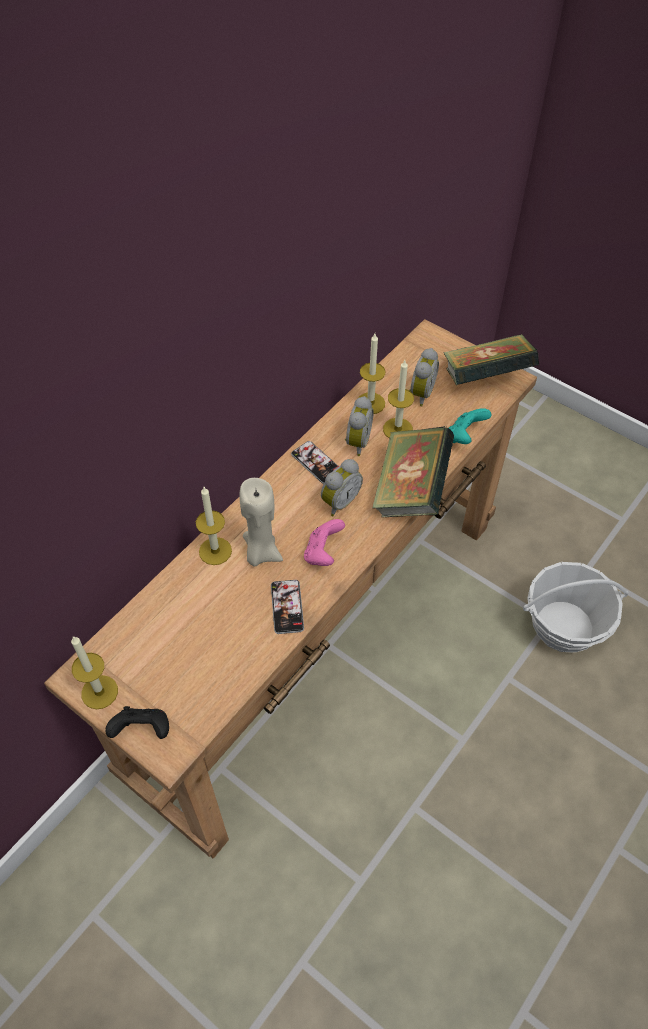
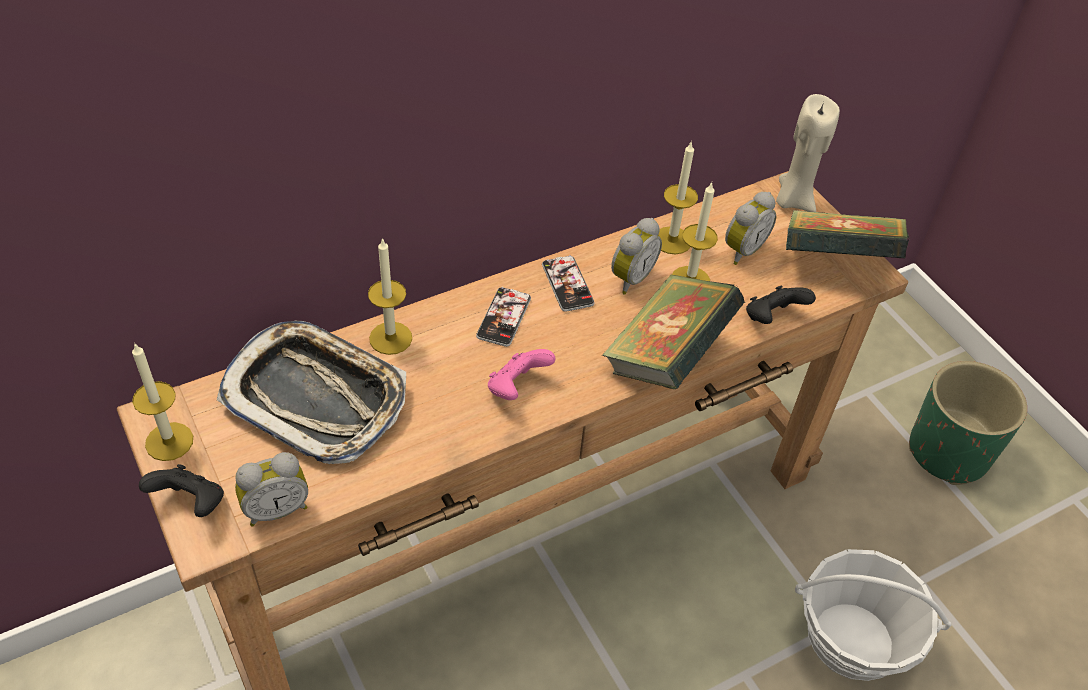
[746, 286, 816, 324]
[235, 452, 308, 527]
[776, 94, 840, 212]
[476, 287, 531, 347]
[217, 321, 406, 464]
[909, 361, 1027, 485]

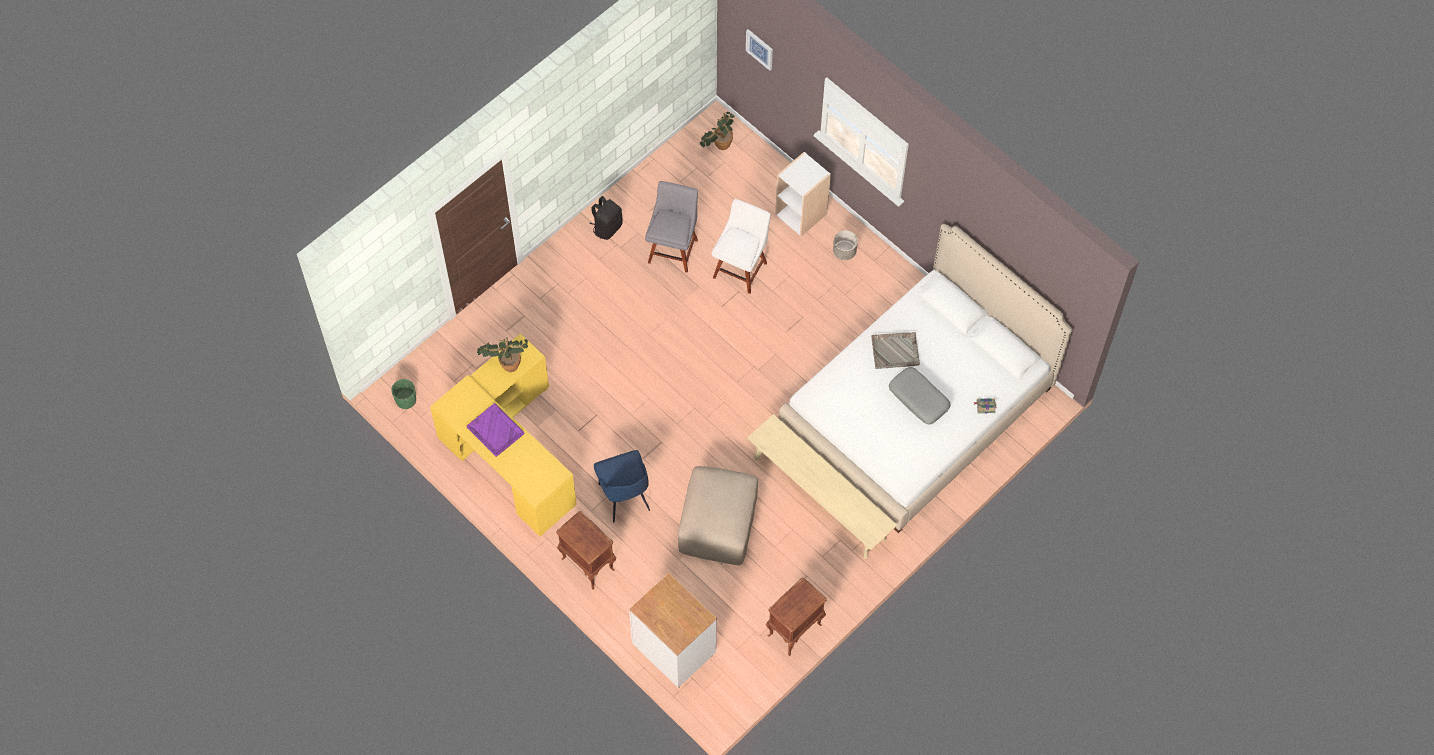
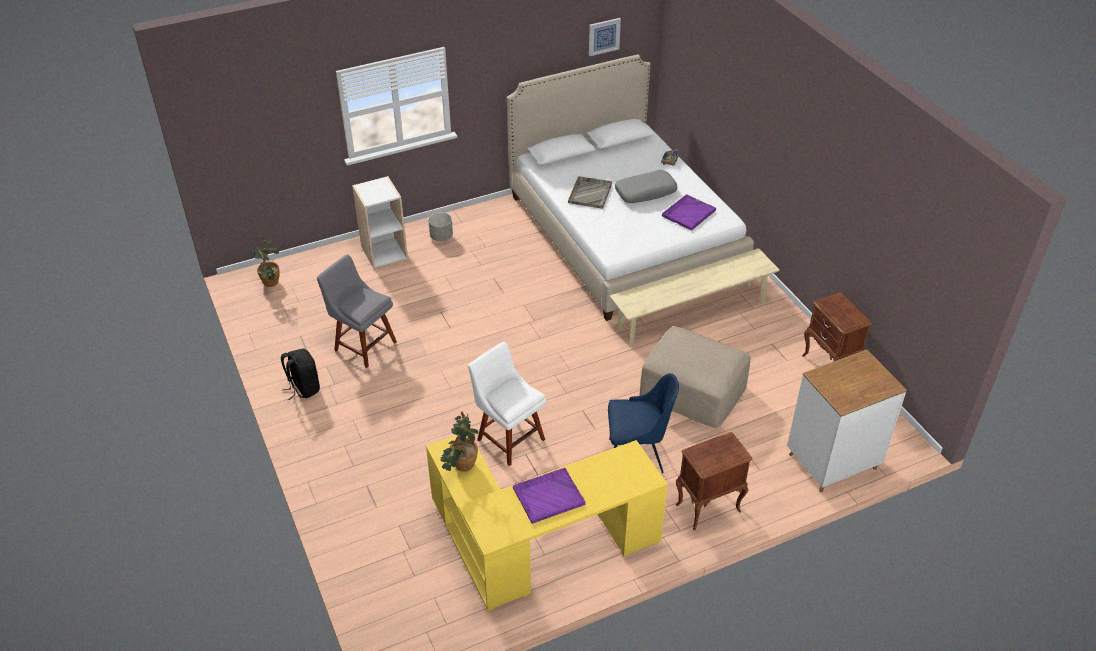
[589, 18, 621, 56]
[468, 342, 546, 466]
[391, 379, 416, 409] (first image)
[662, 194, 716, 231]

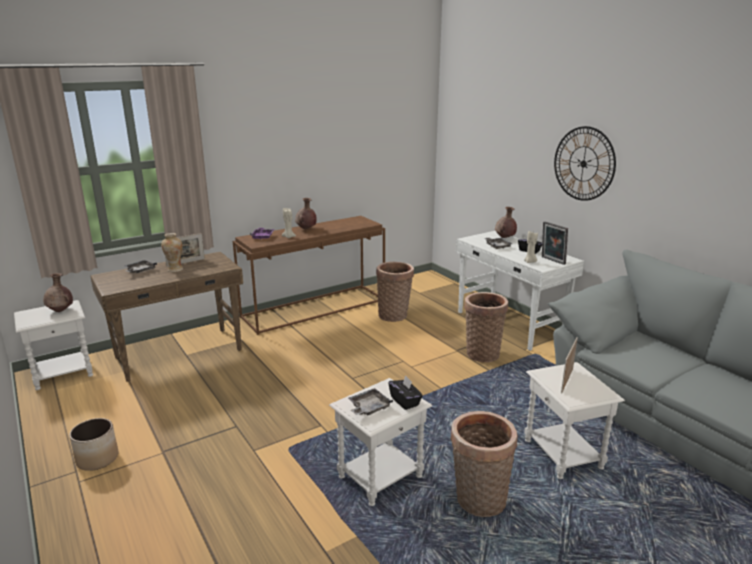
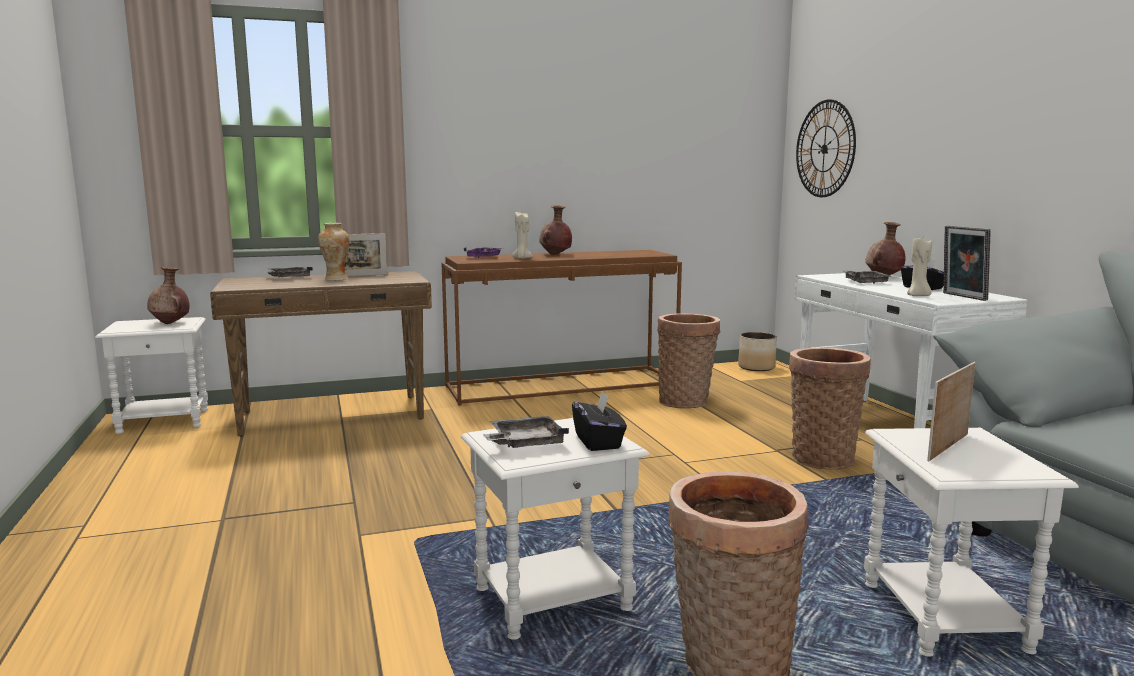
[796, 99, 856, 197]
[738, 332, 777, 371]

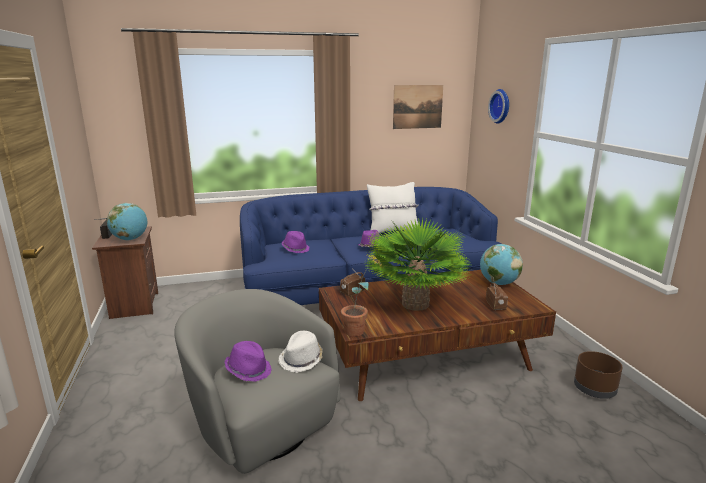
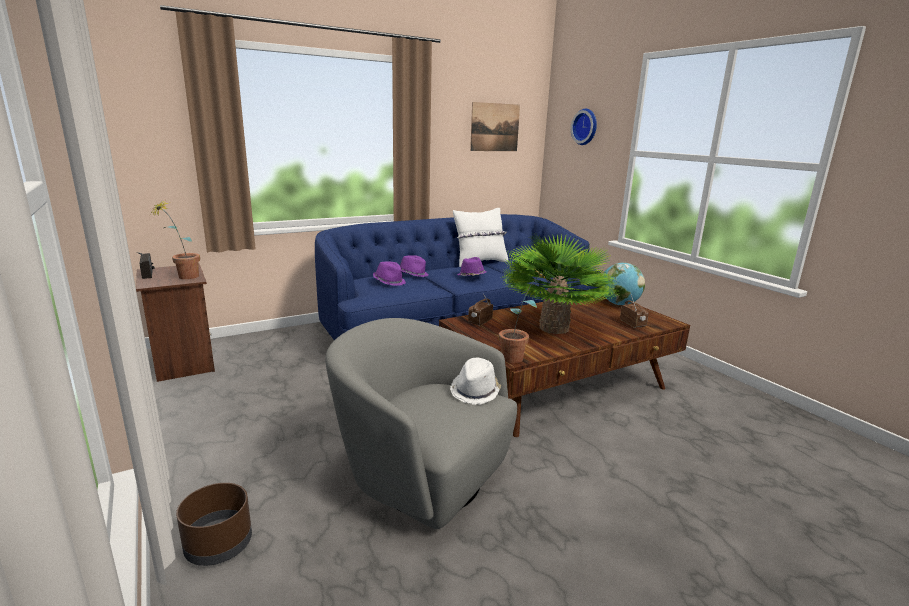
[151, 200, 200, 279]
[400, 255, 429, 277]
[176, 483, 252, 566]

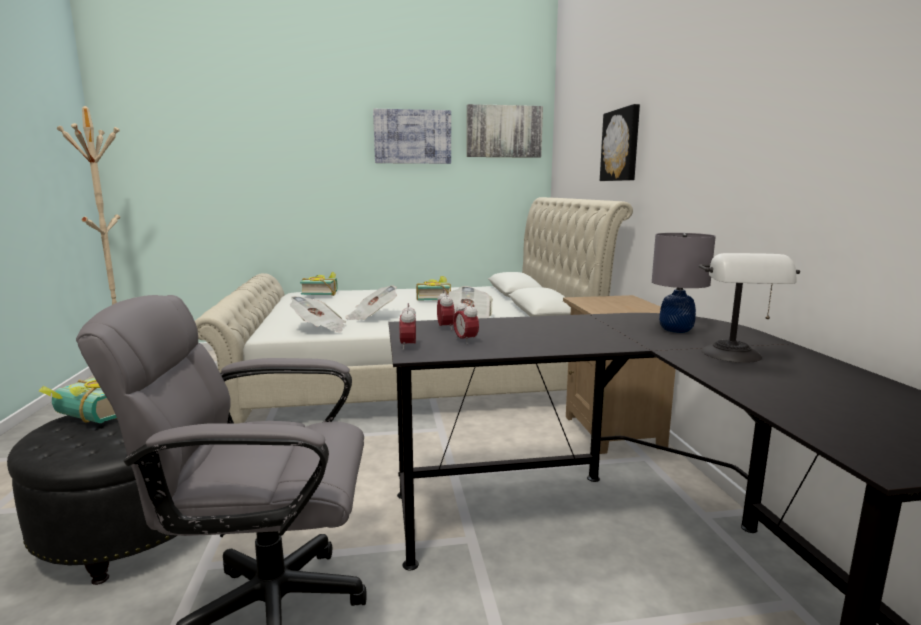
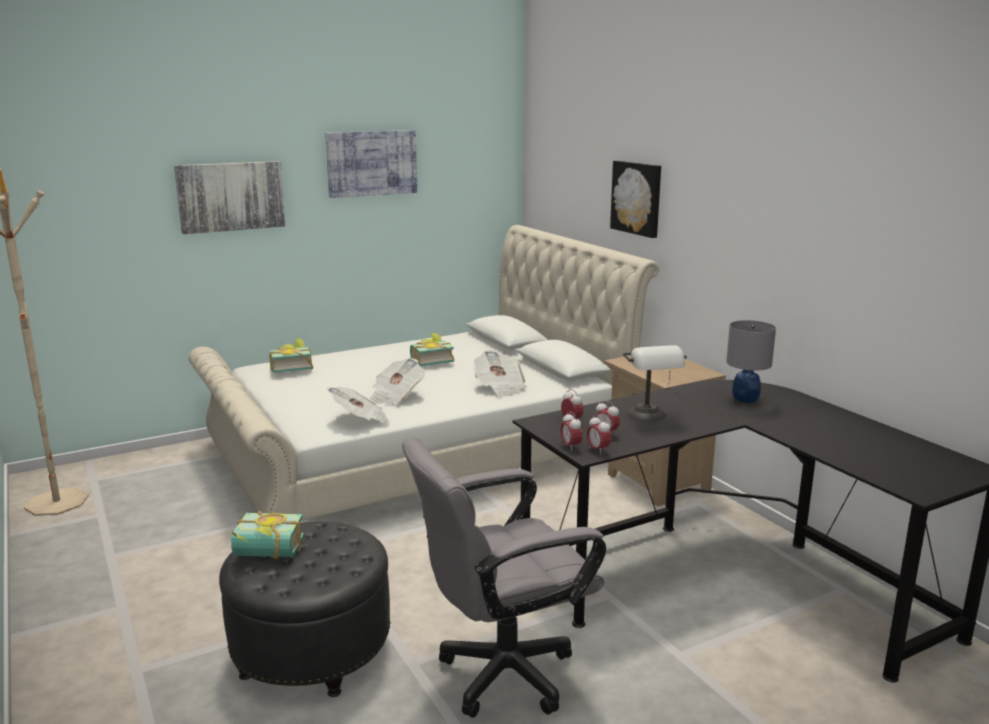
[174, 161, 285, 234]
[623, 345, 687, 421]
[587, 415, 612, 455]

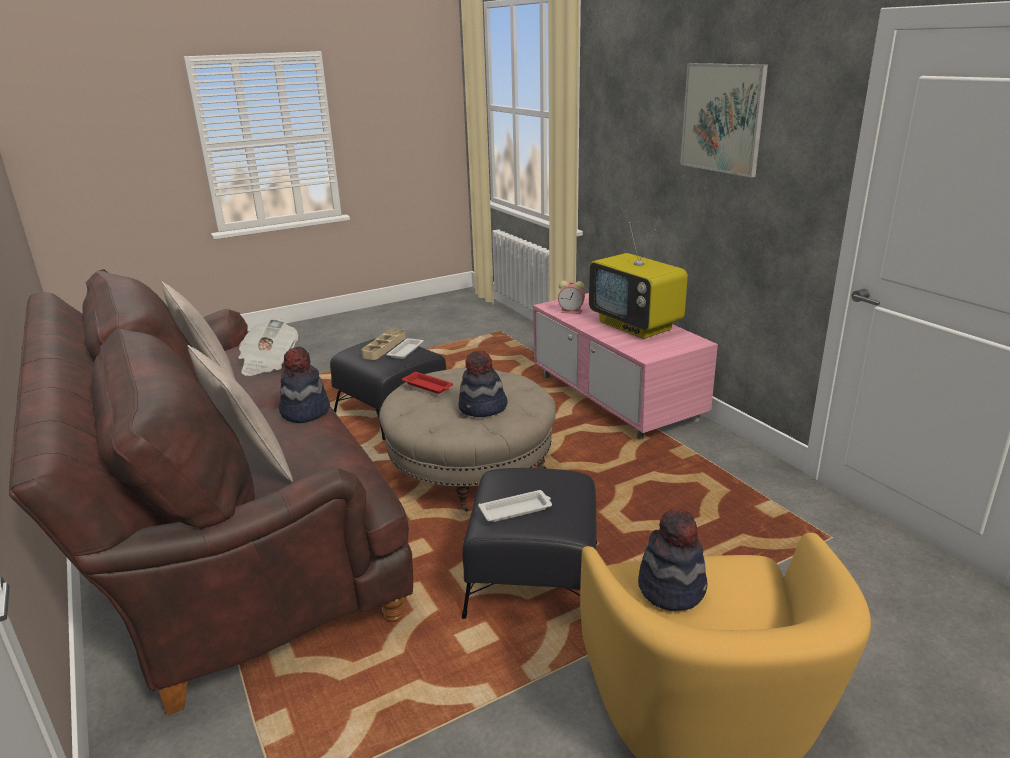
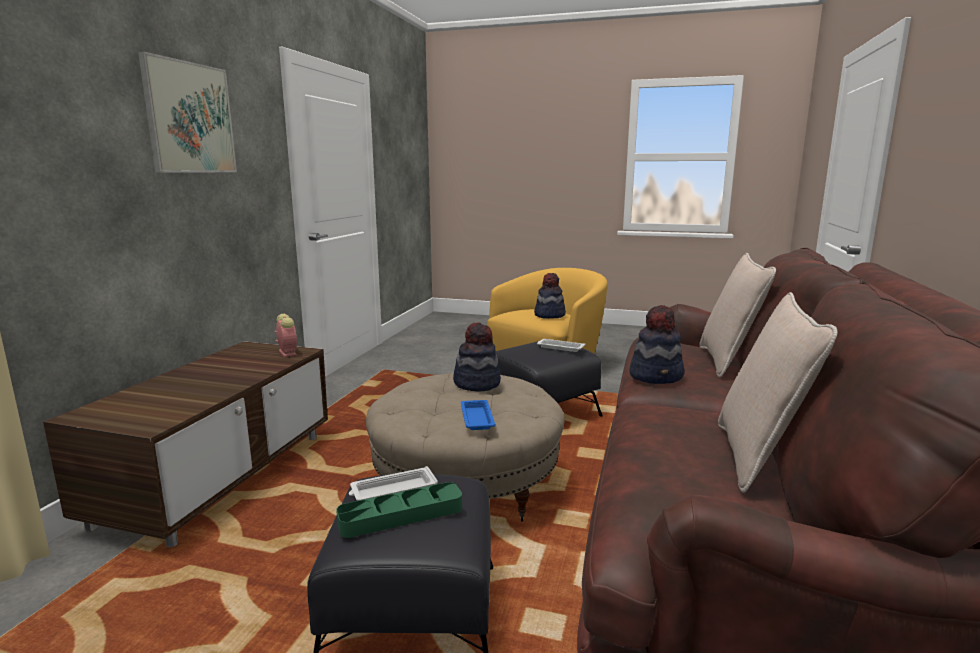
[589, 222, 688, 339] (first image)
[274, 314, 297, 357]
[43, 341, 328, 548]
[238, 319, 298, 376] (first image)
[336, 482, 462, 538]
[461, 400, 495, 430]

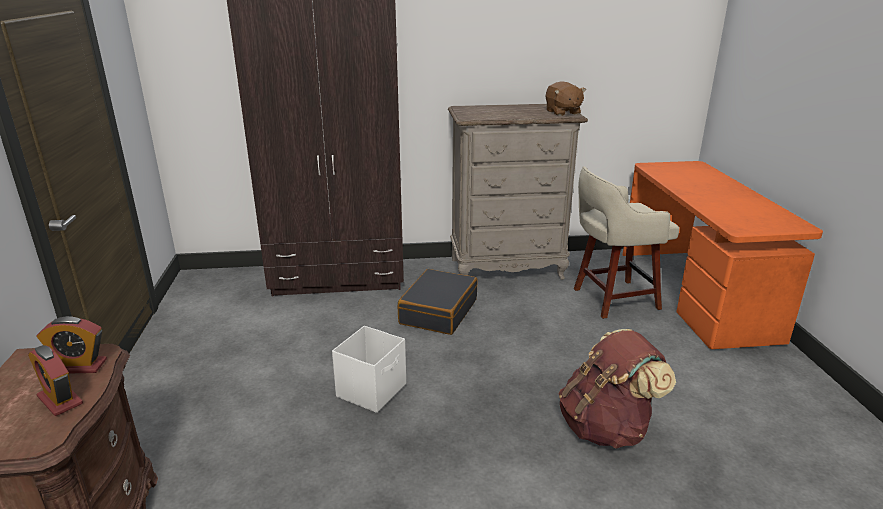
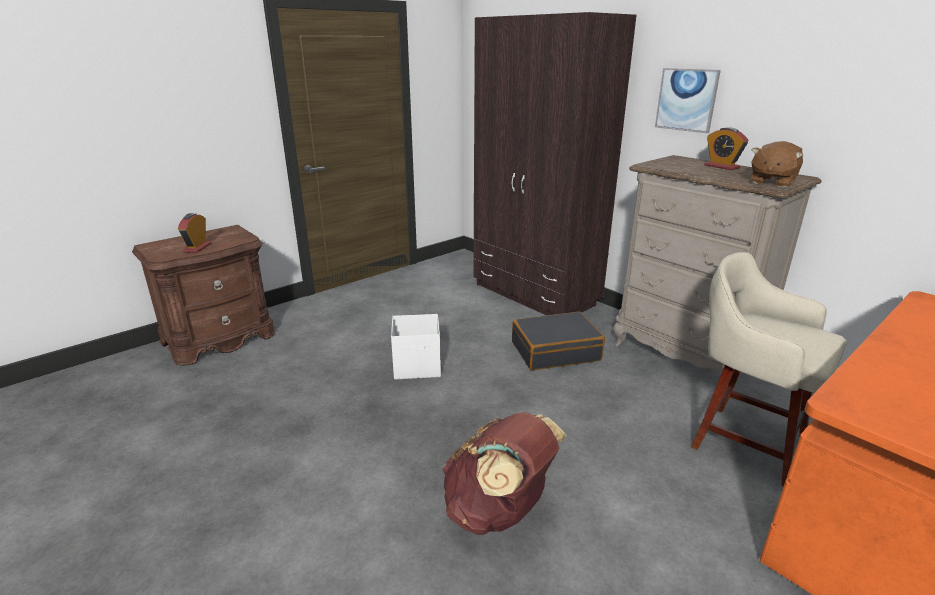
[704, 127, 749, 170]
[655, 68, 721, 133]

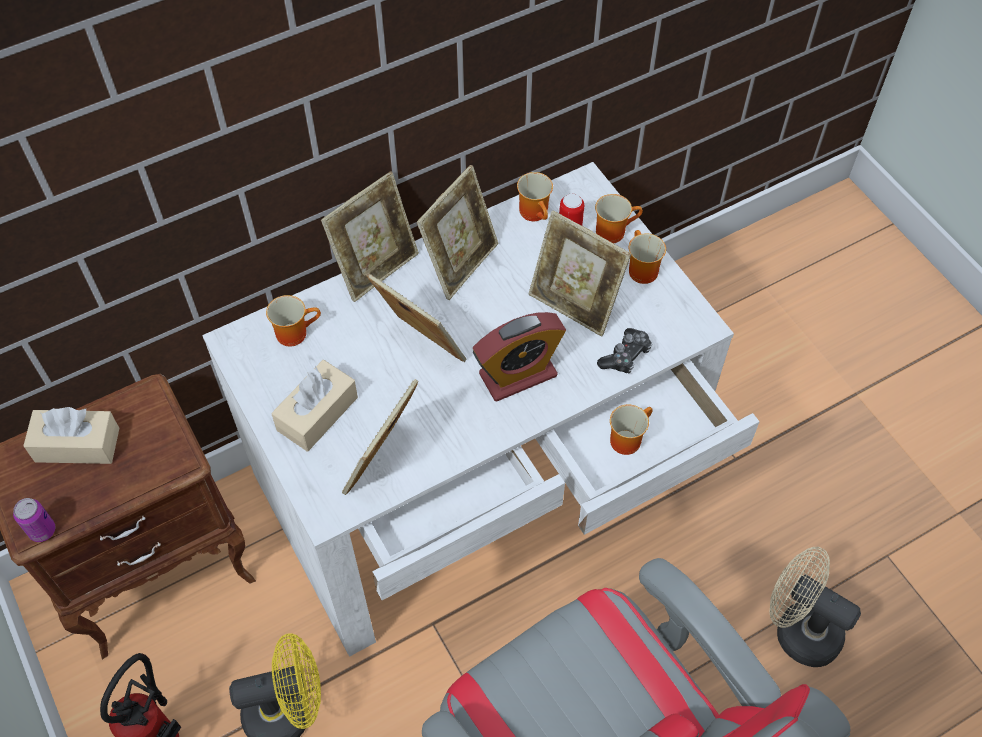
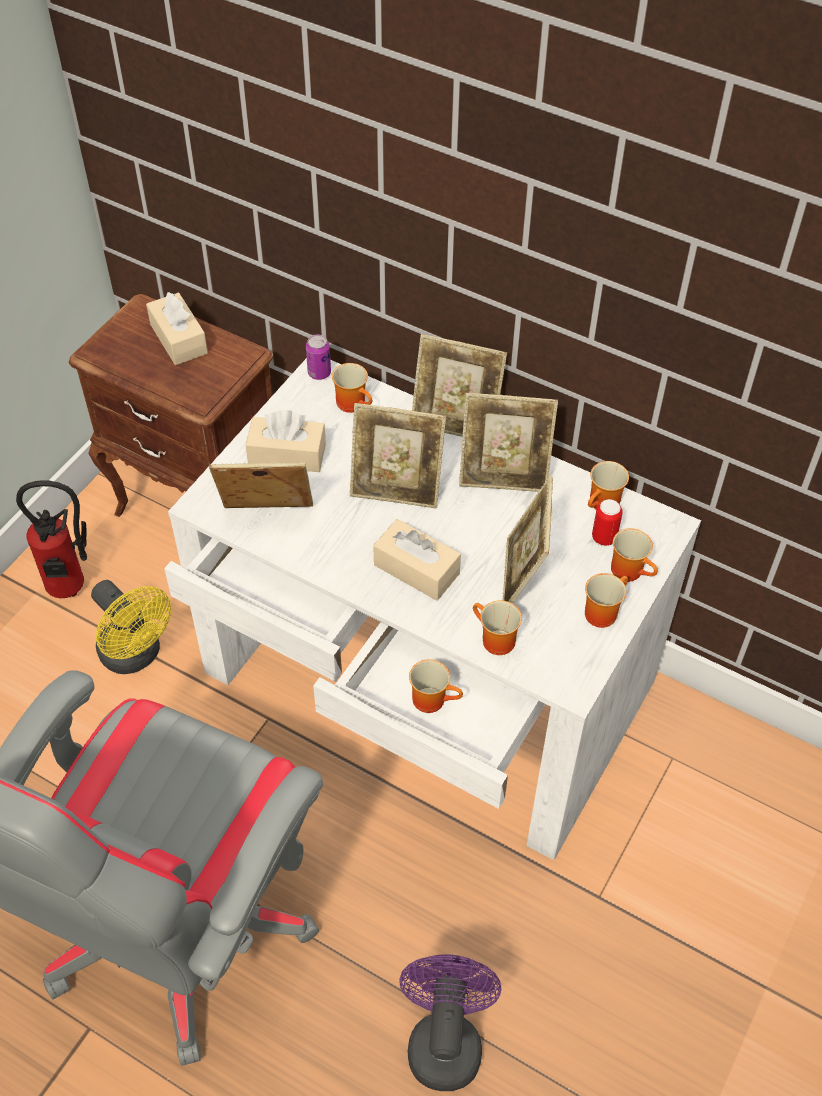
[350, 403, 446, 508]
[373, 519, 461, 601]
[473, 600, 522, 655]
[306, 334, 331, 380]
[399, 954, 501, 1091]

